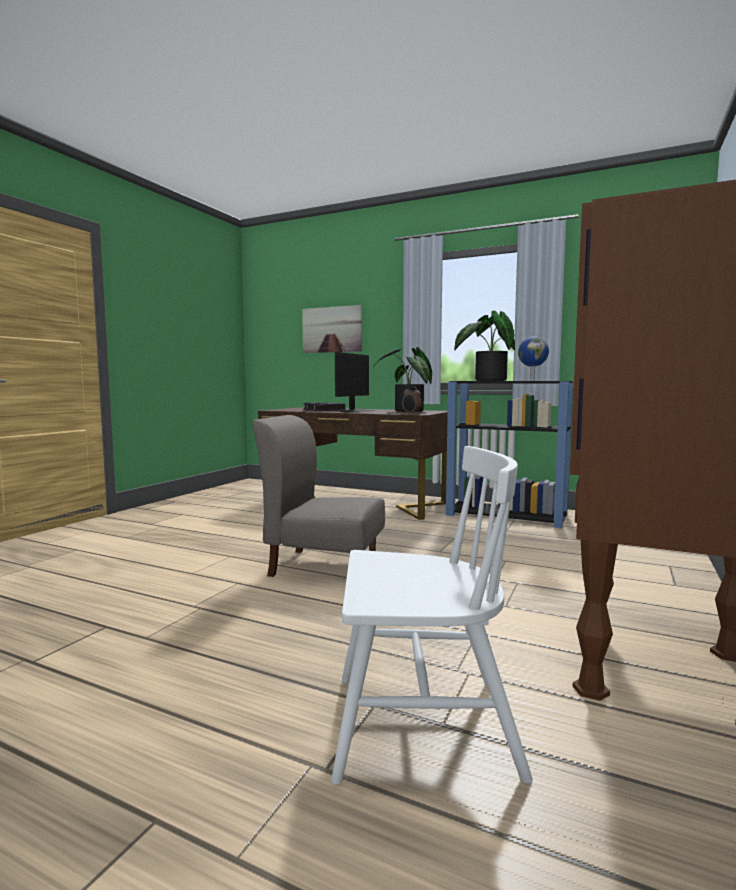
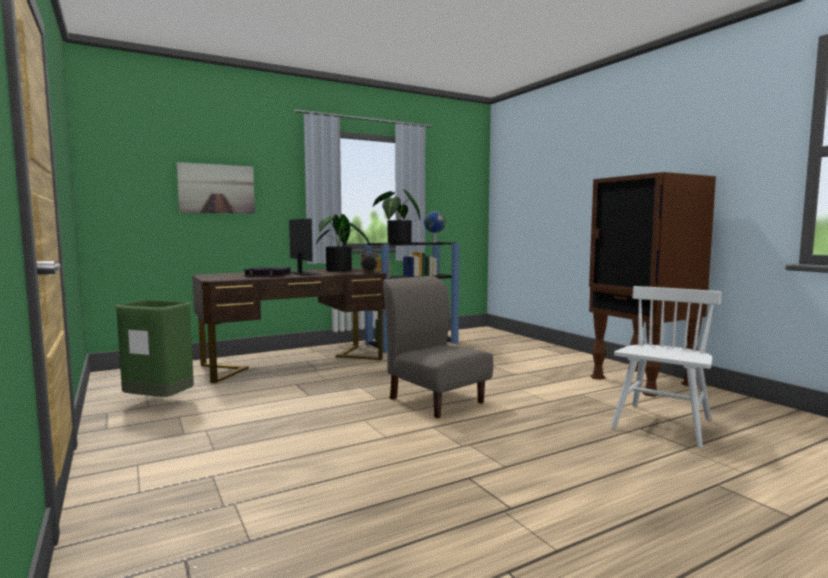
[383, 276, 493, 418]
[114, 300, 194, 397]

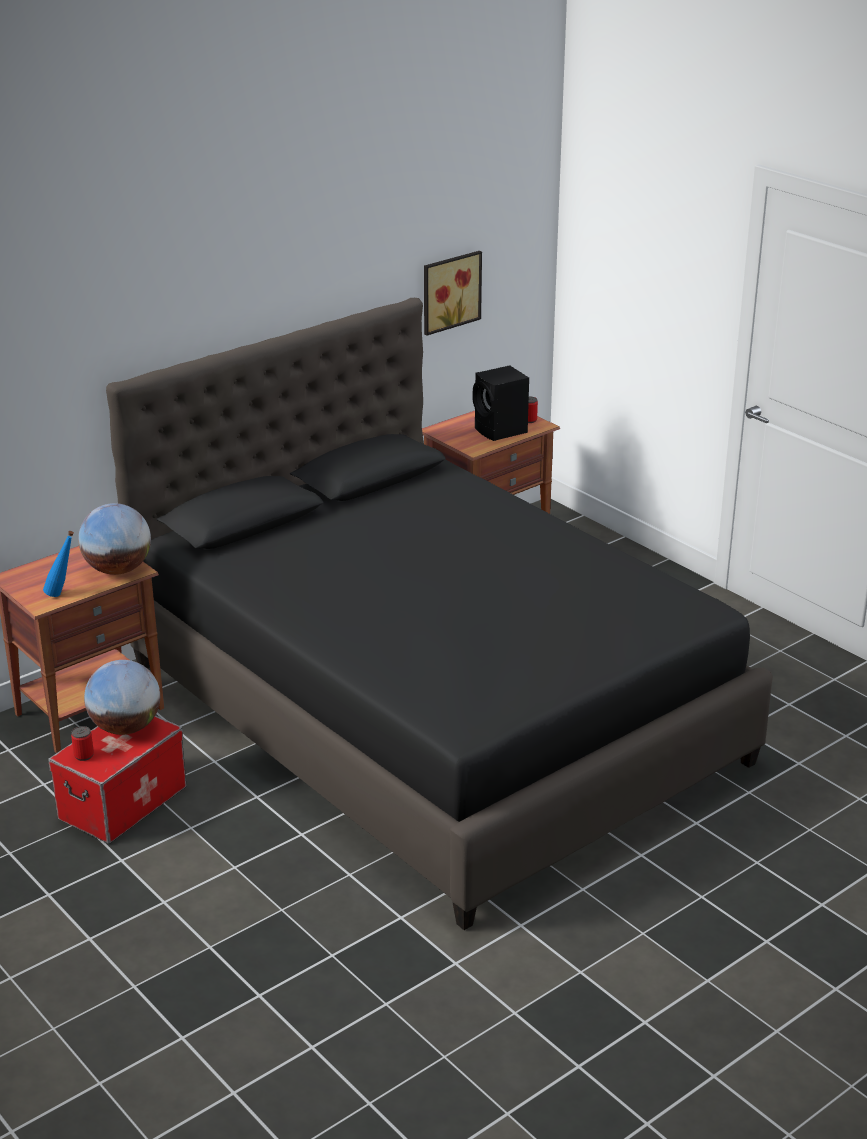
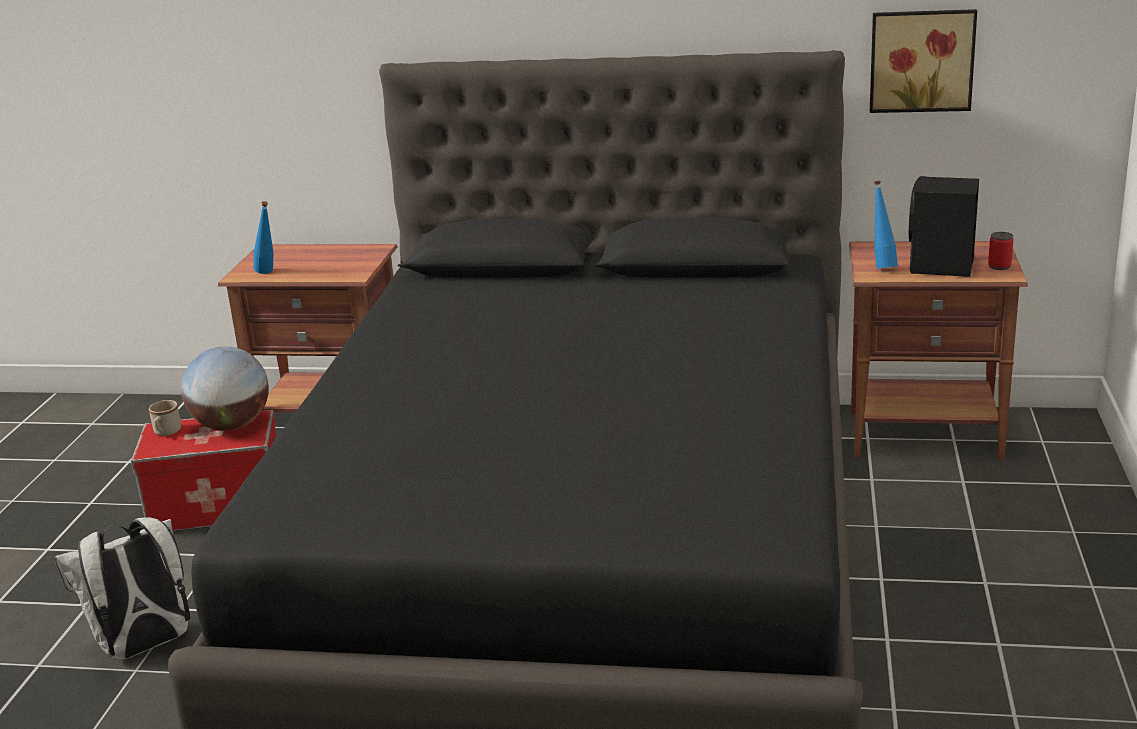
[78, 503, 151, 575] (first image)
[149, 400, 181, 436]
[874, 181, 898, 269]
[55, 517, 190, 660]

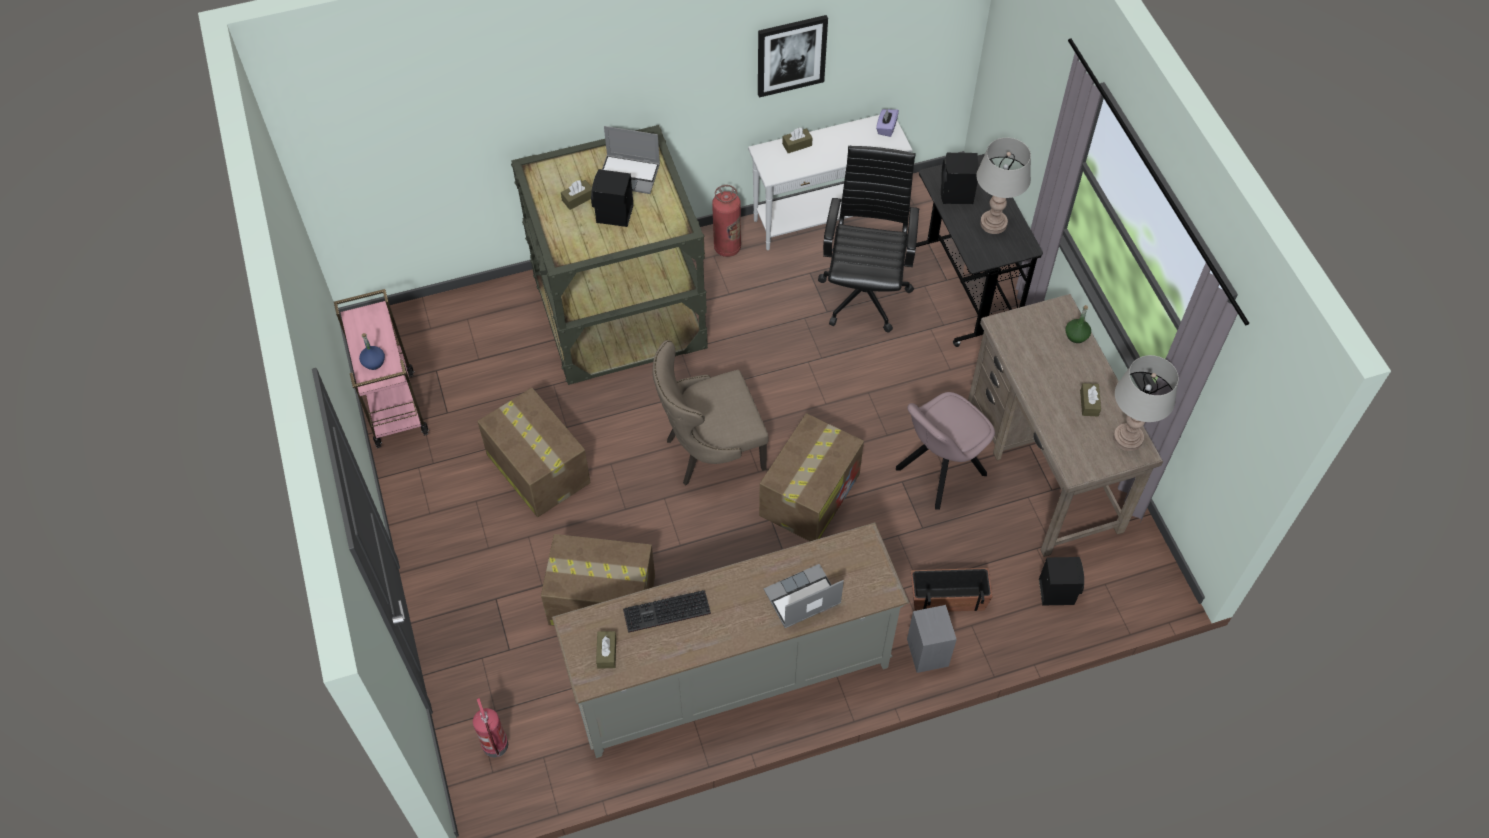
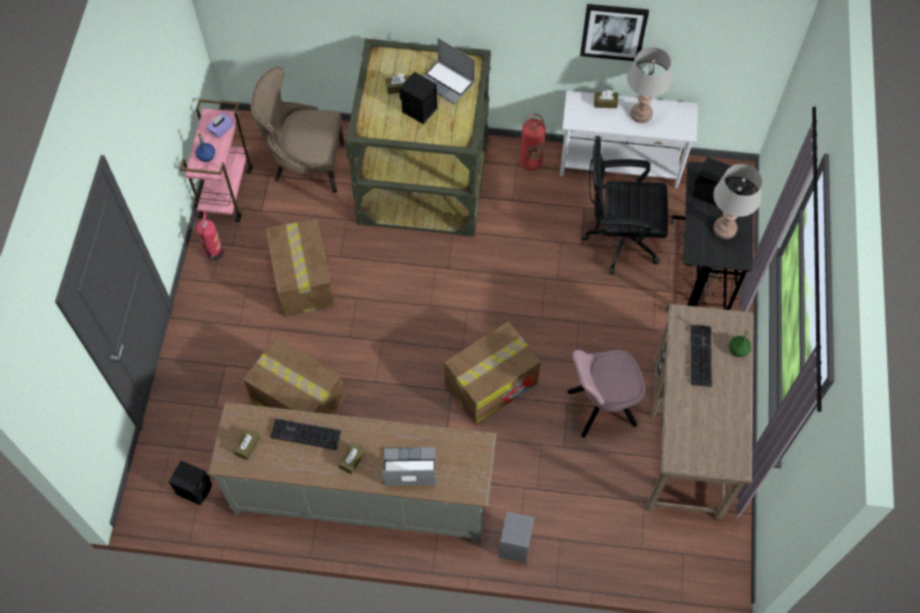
[206, 113, 233, 138]
[581, 136, 668, 275]
[251, 66, 344, 193]
[627, 47, 671, 123]
[339, 442, 365, 474]
[169, 460, 212, 505]
[911, 568, 992, 612] (first image)
[196, 210, 224, 260]
[691, 325, 712, 387]

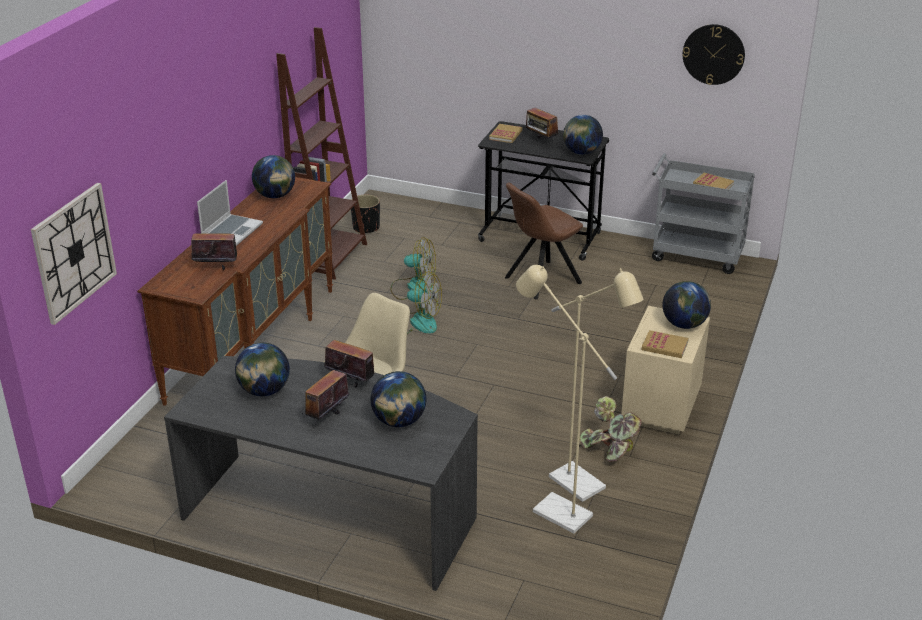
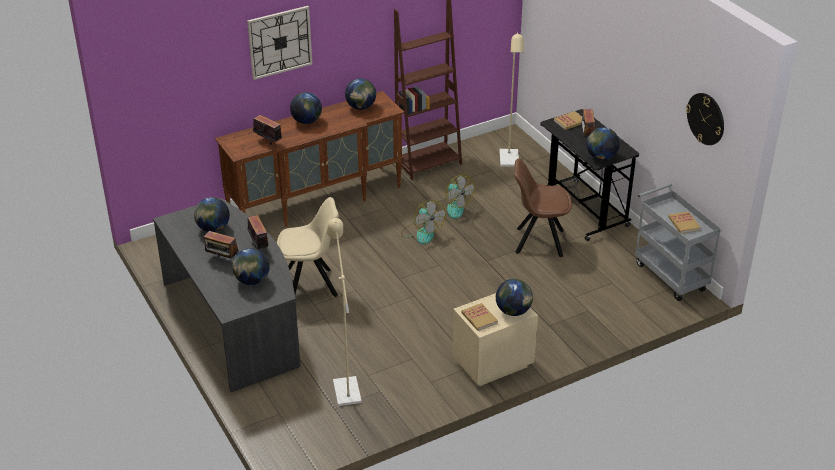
[290, 92, 322, 124]
[247, 6, 312, 80]
[351, 195, 380, 234] (first image)
[499, 32, 524, 167]
[204, 231, 239, 260]
[580, 396, 641, 462] (first image)

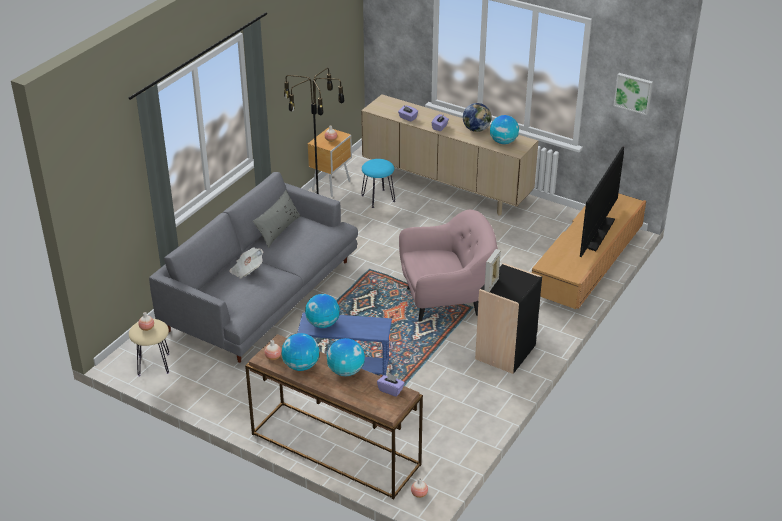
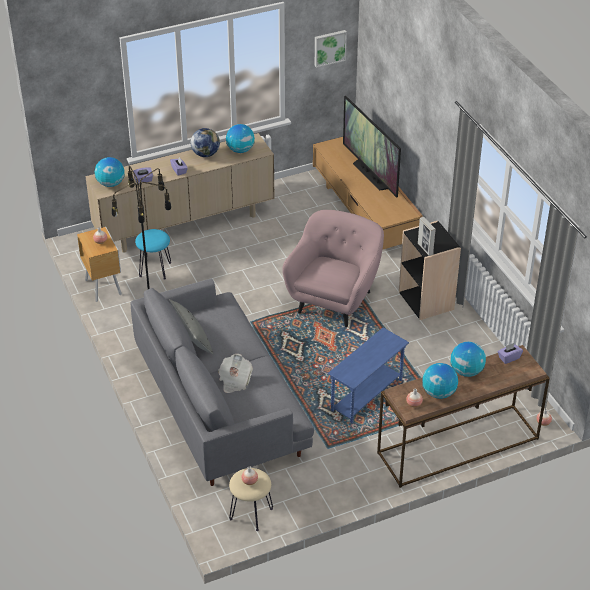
[95, 157, 125, 187]

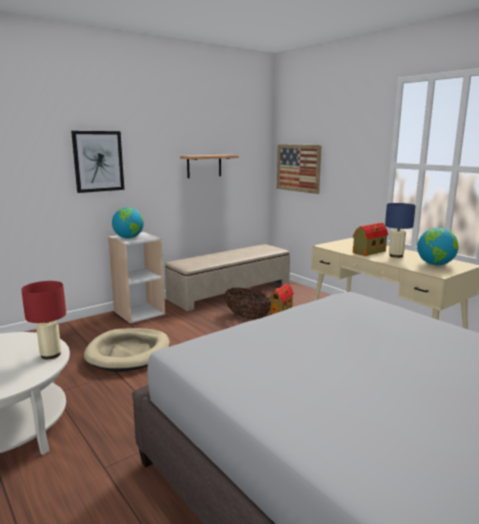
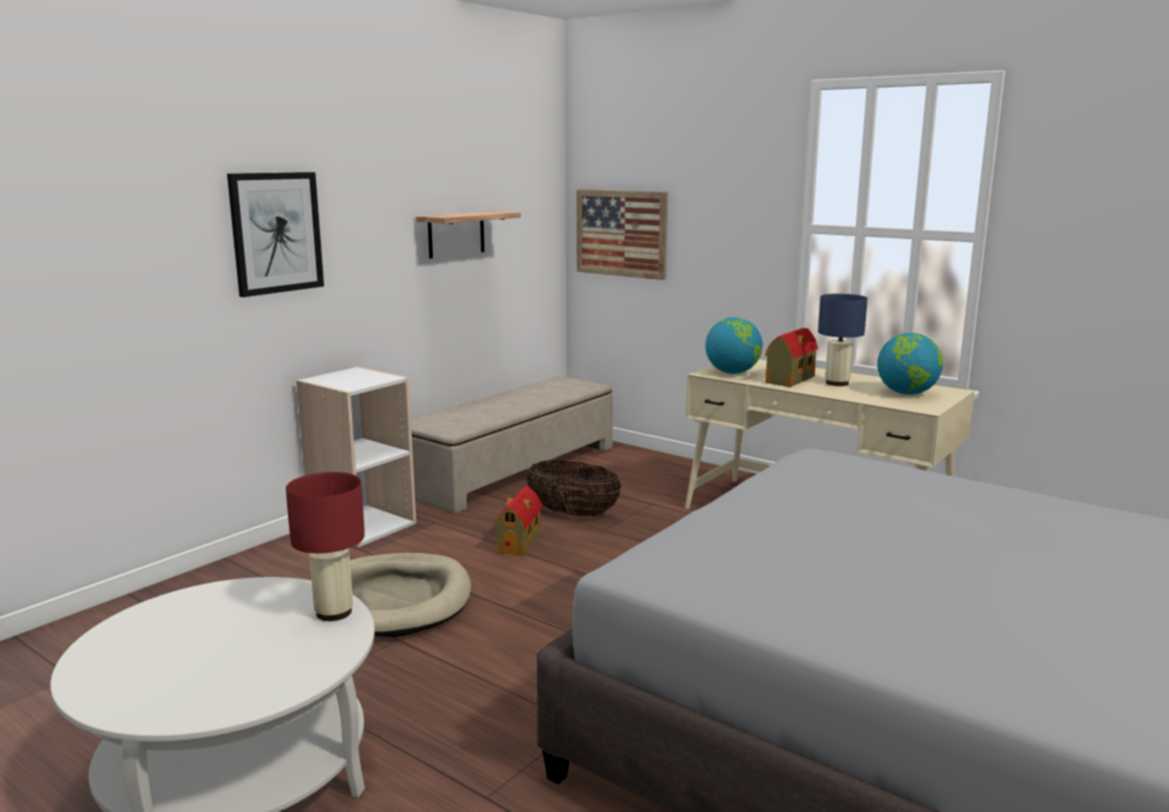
[705, 317, 763, 374]
[495, 486, 542, 556]

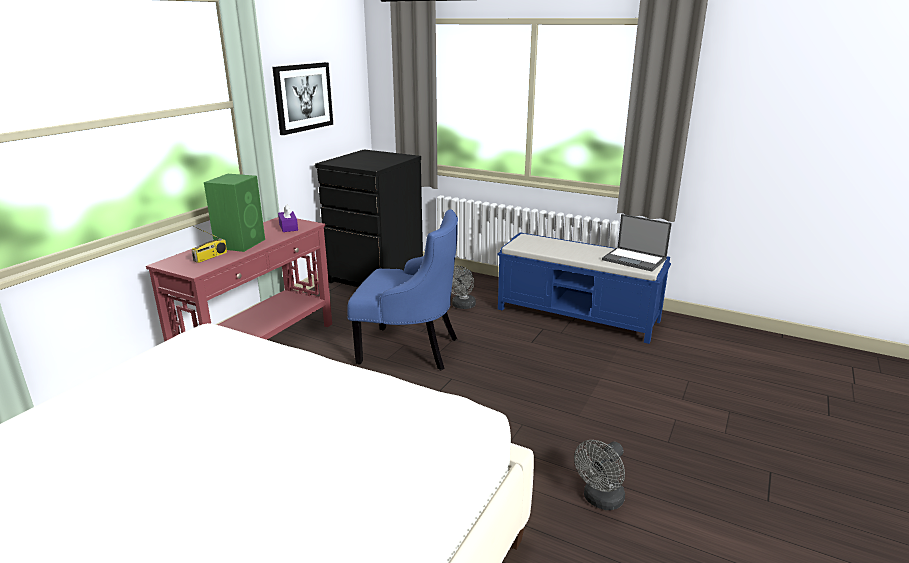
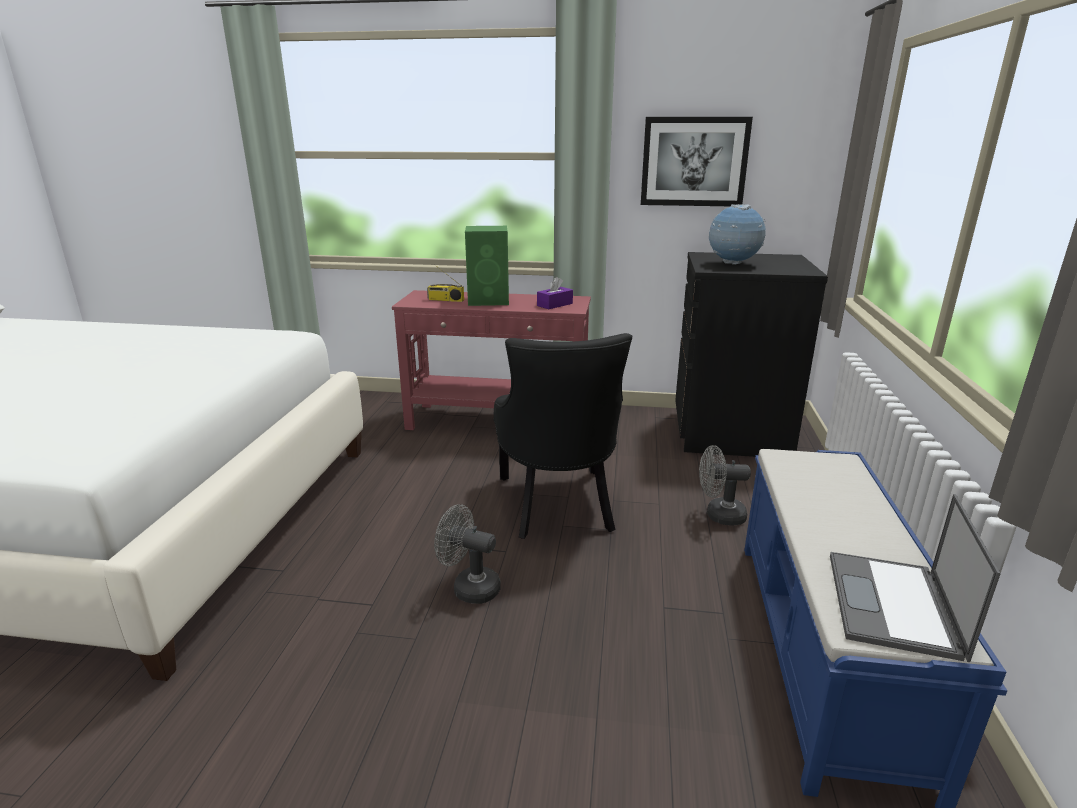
[493, 333, 632, 539]
[434, 504, 501, 604]
[709, 204, 766, 264]

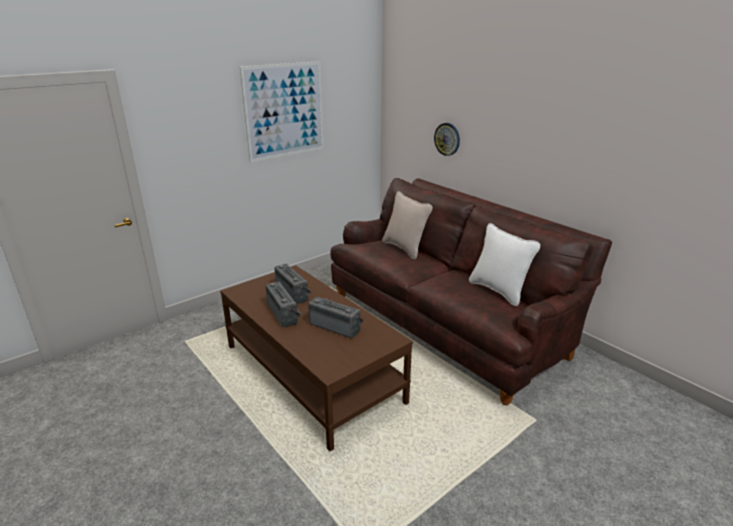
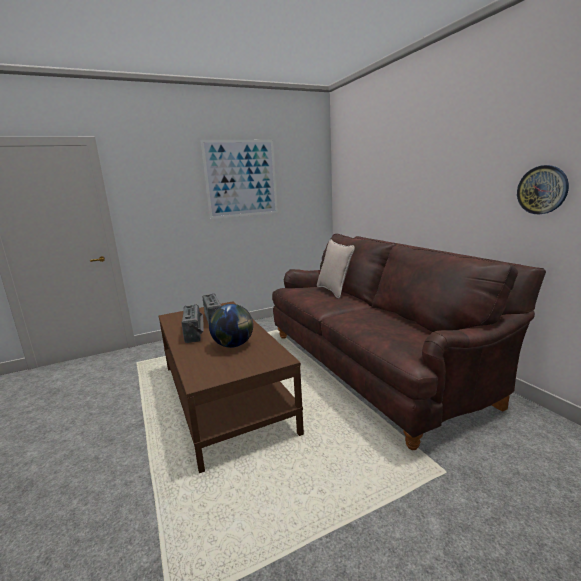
[517, 165, 569, 214]
[469, 223, 540, 306] (first image)
[209, 304, 253, 348]

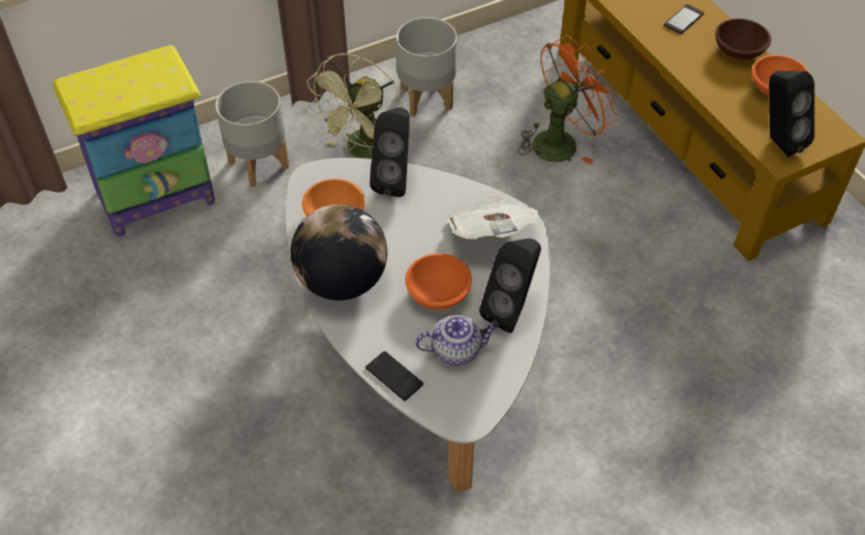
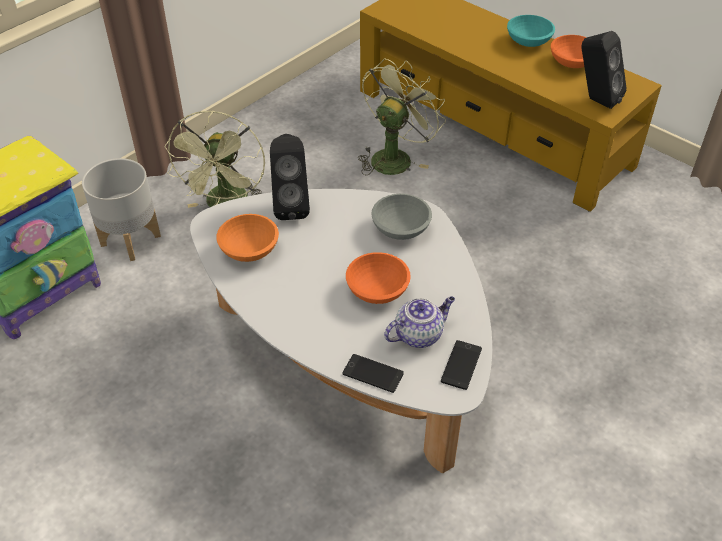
[441, 340, 482, 390]
[396, 17, 457, 117] (first image)
[507, 15, 555, 47]
[358, 59, 446, 175]
[371, 194, 432, 240]
[291, 204, 387, 300] (first image)
[479, 238, 541, 333] (first image)

